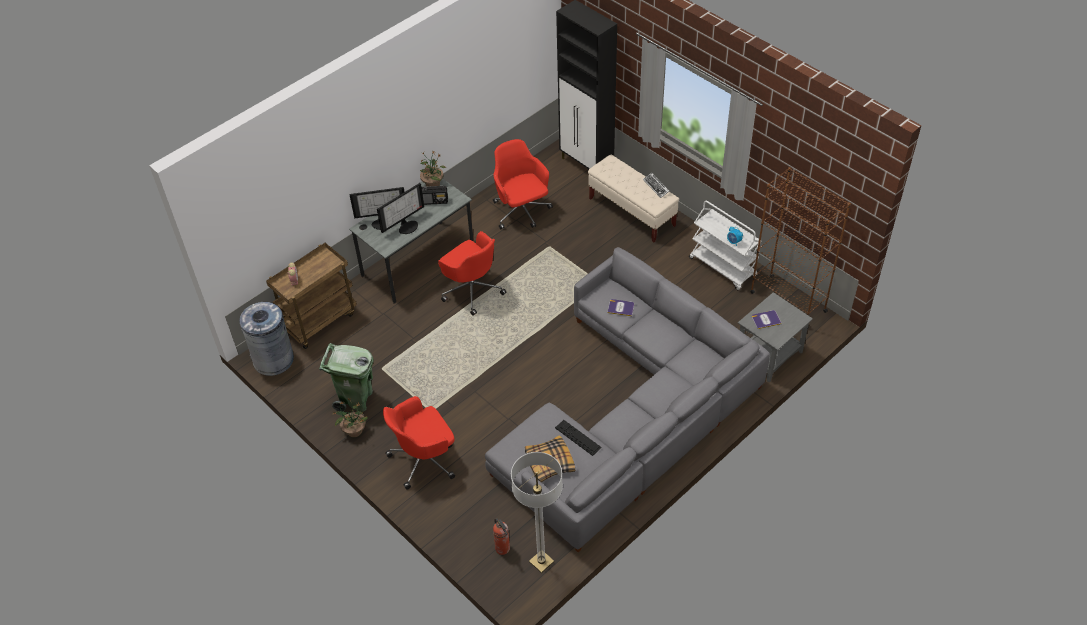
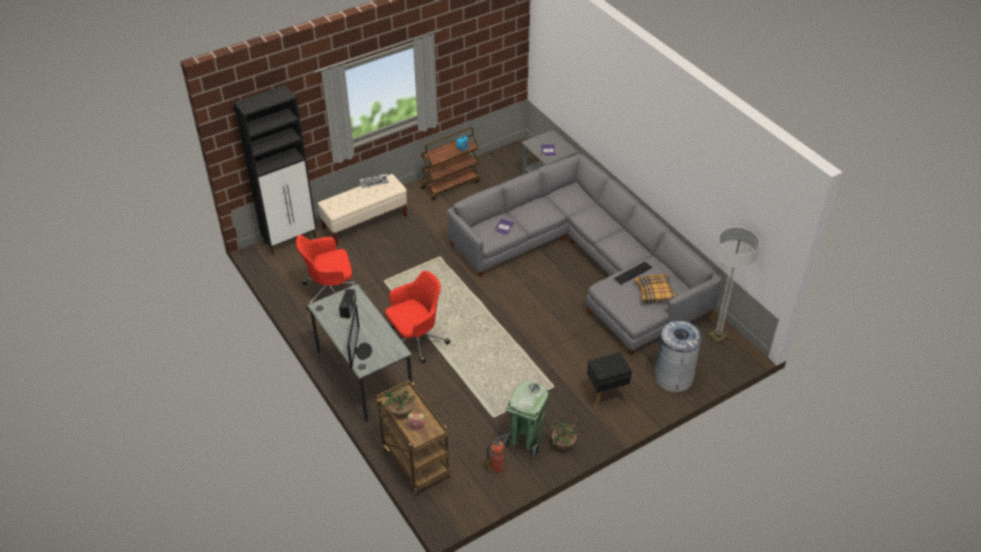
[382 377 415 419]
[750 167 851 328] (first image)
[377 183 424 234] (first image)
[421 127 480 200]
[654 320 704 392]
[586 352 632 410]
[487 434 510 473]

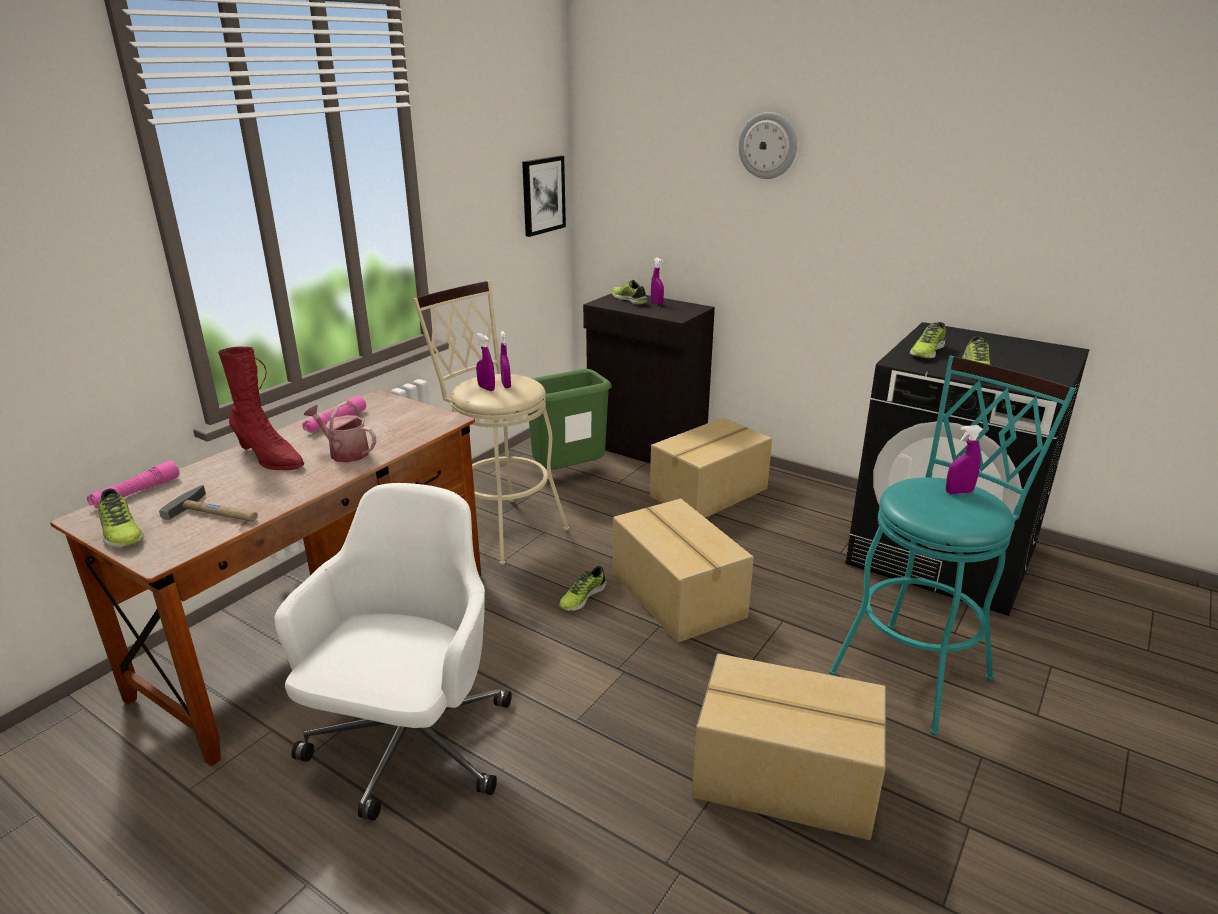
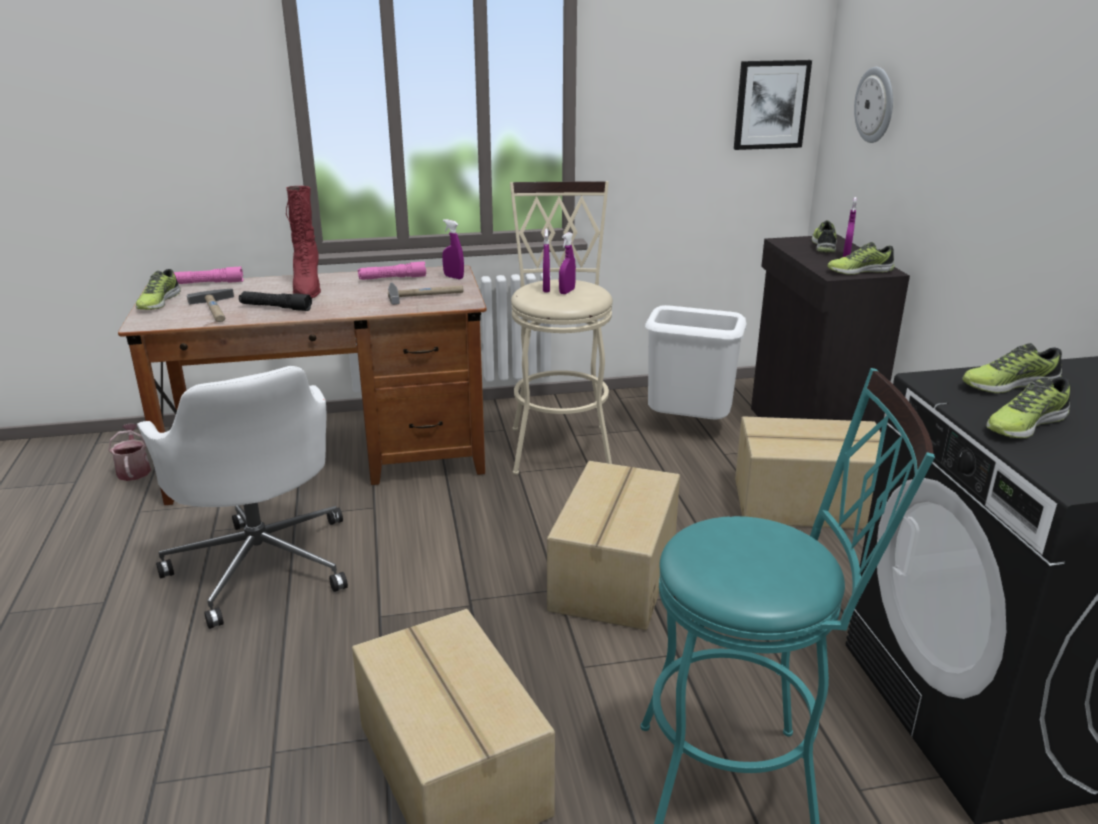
[854 67 893 143]
[645 305 747 419]
[108 424 151 481]
[442 219 464 279]
[137 366 348 629]
[828 242 894 275]
[388 282 464 305]
[239 291 312 311]

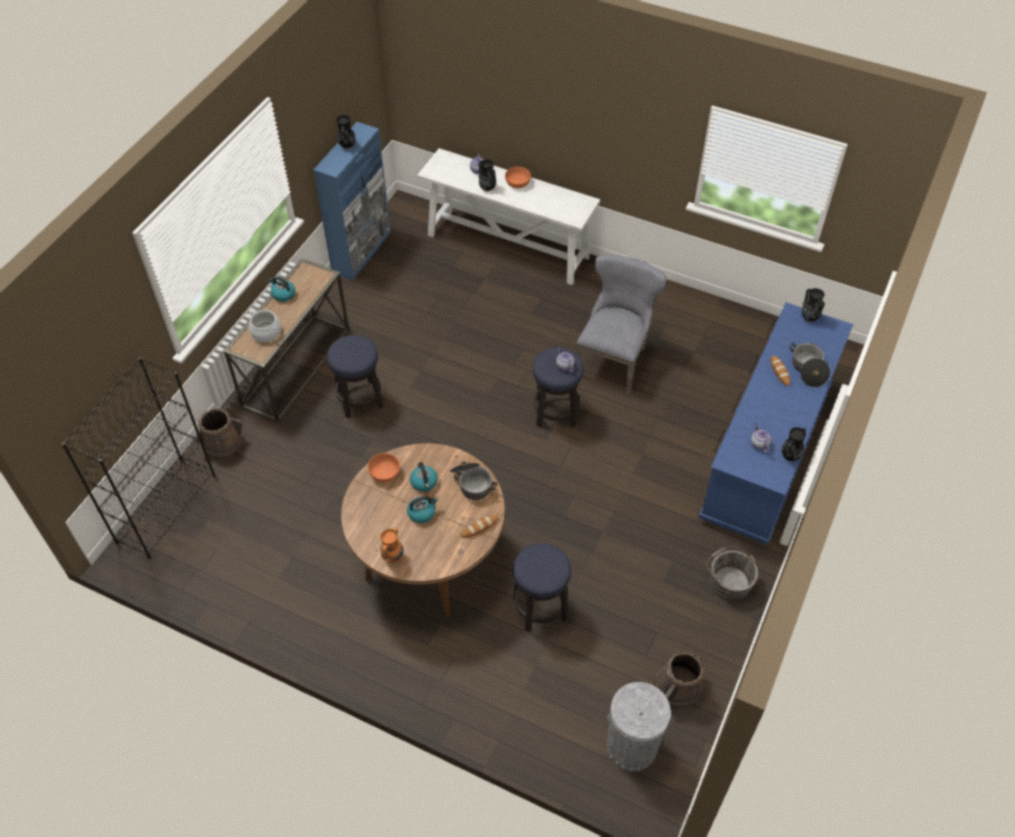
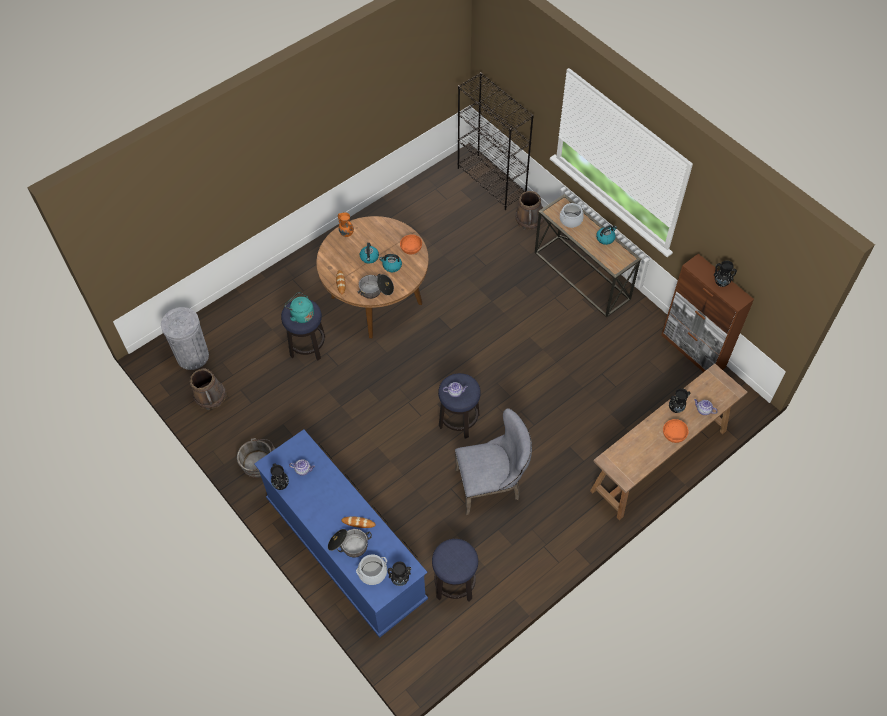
[661 254 754 372]
[590 364 747 520]
[455 408 532 515]
[432 539 478 602]
[284 292 314 323]
[356 554 387 585]

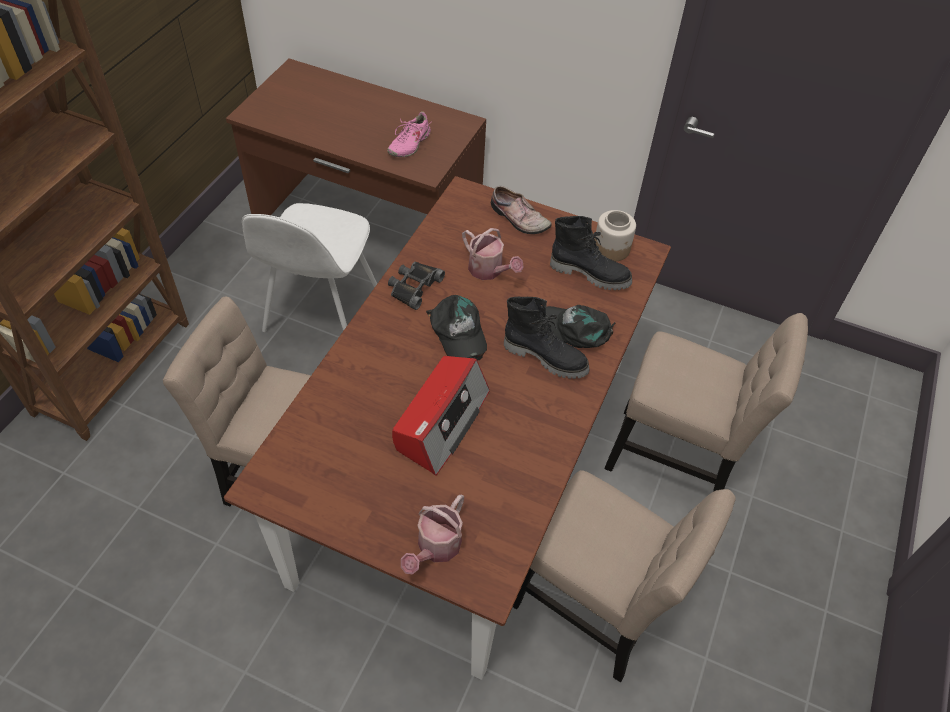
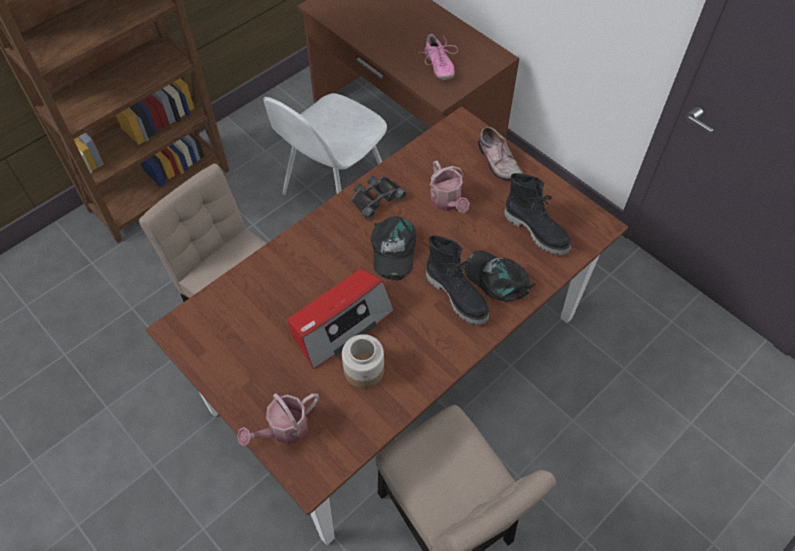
[418 34 458 81]
[342 334 384 388]
[604 313 808 491] (first image)

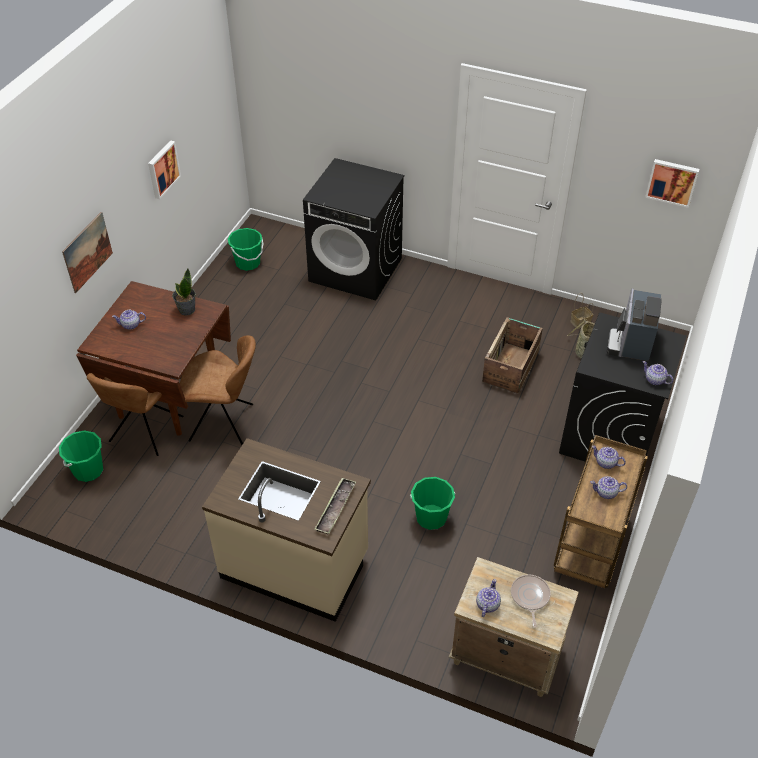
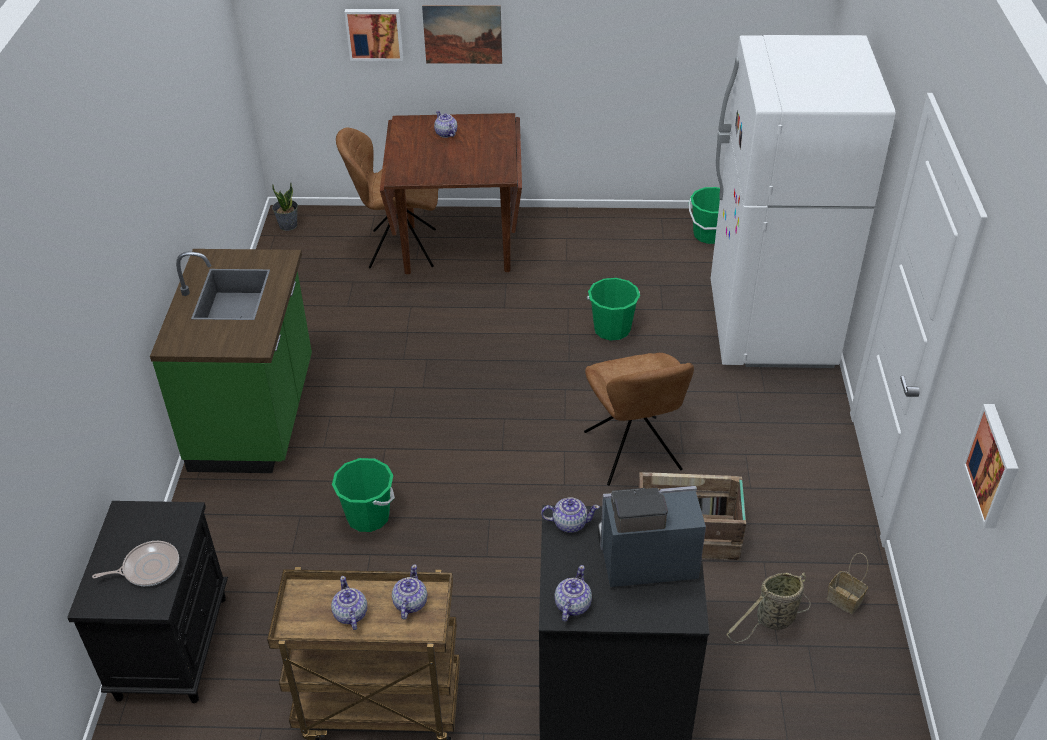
[344 9 403 61]
[711 35 895 368]
[272 183 298 231]
[584 353 694 486]
[587 278 640 341]
[150 249 312 473]
[315 478 356 535] (first image)
[67 501 228 703]
[541 497 600 533]

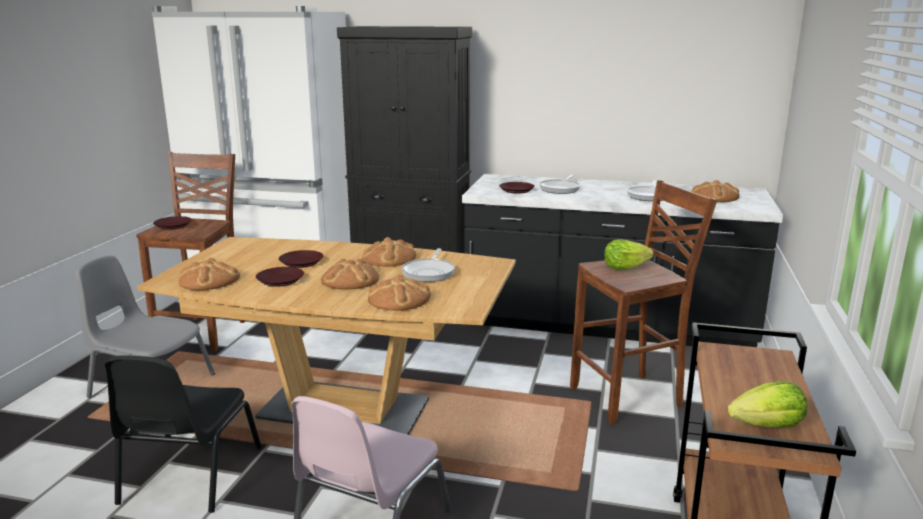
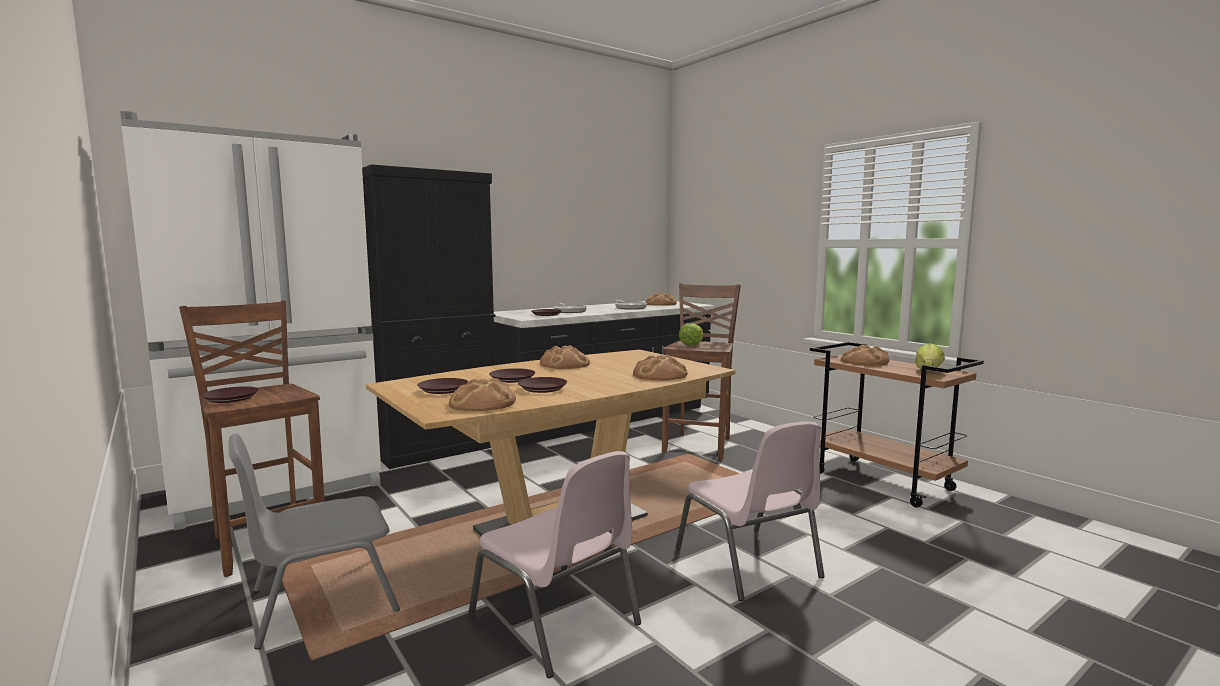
[402 248 455 282] (first image)
[841 345 889 365]
[468 451 641 678]
[417 378 468 394]

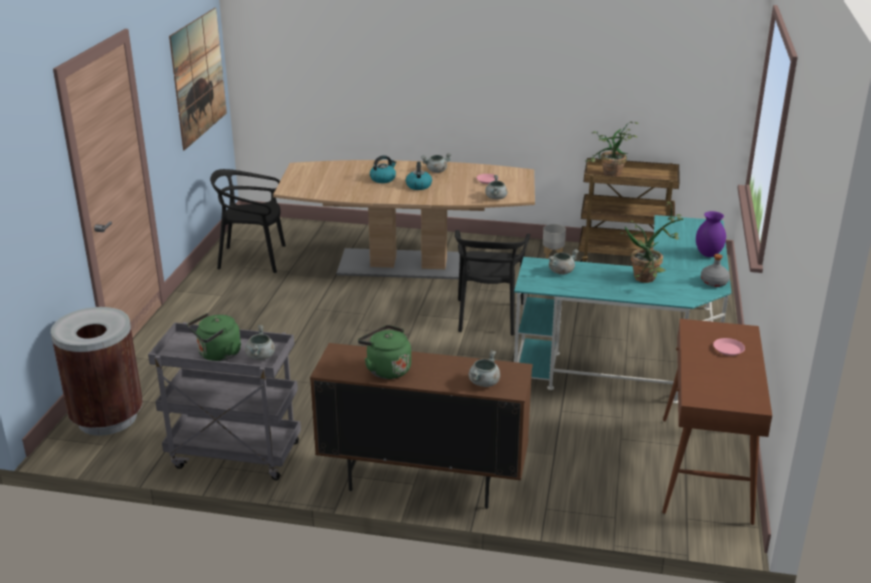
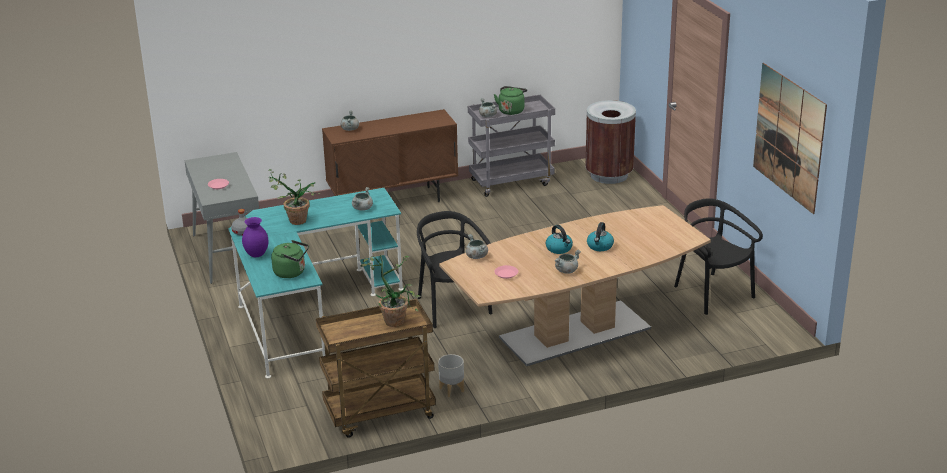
[674 198 763 315]
[184 152 259 284]
[271 240 309 278]

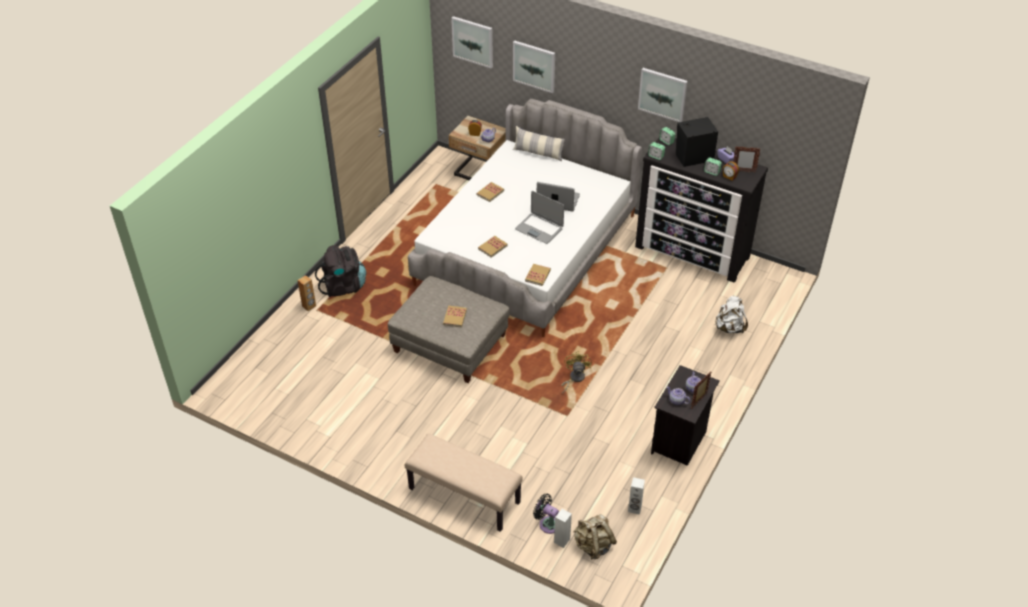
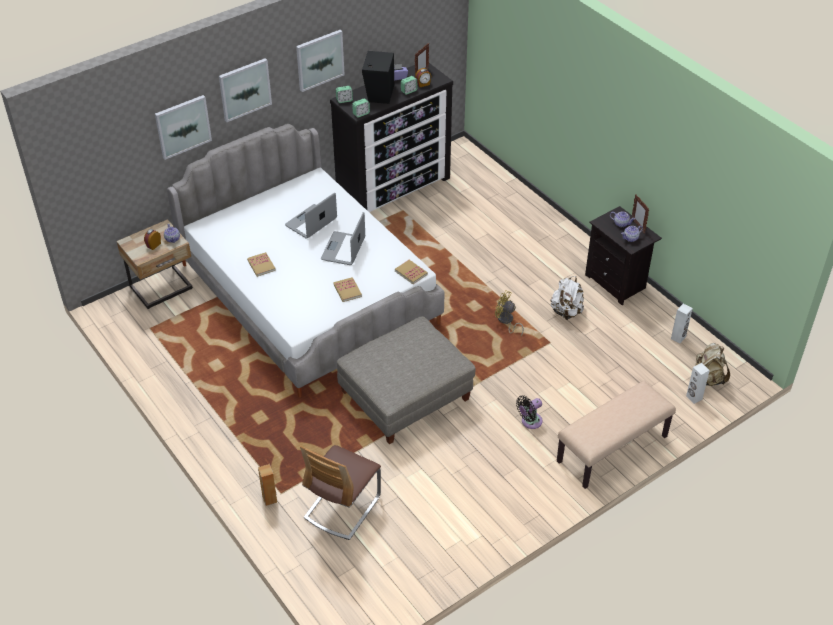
[219 58 272 122]
[513 126 565 161] (first image)
[321 212 365 265]
[315 245 366 297] (first image)
[551 276 584 320]
[443 306 467 328] (first image)
[516 396 543 429]
[300 445 381 540]

